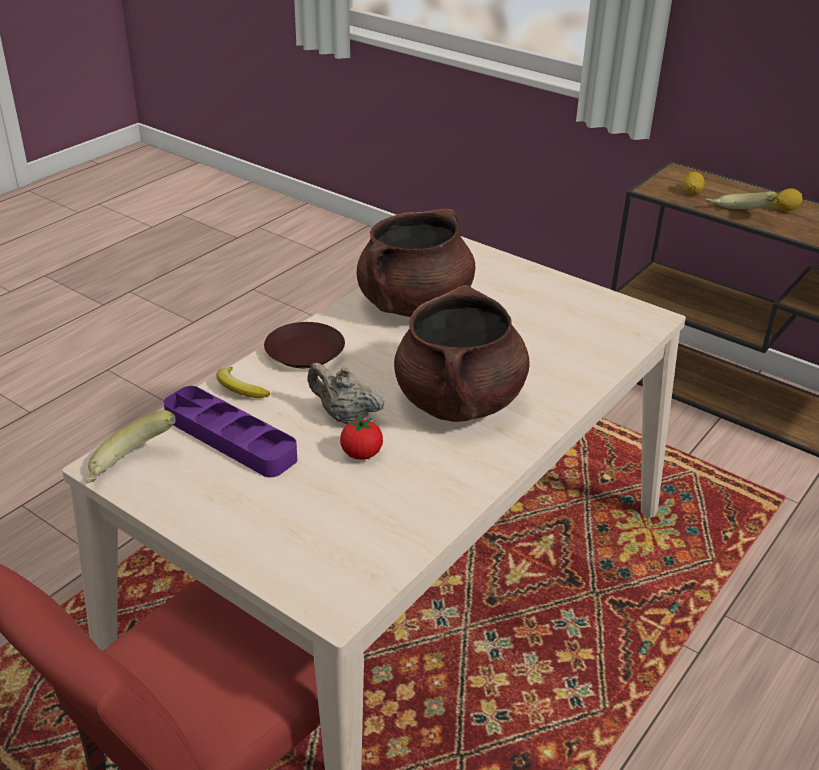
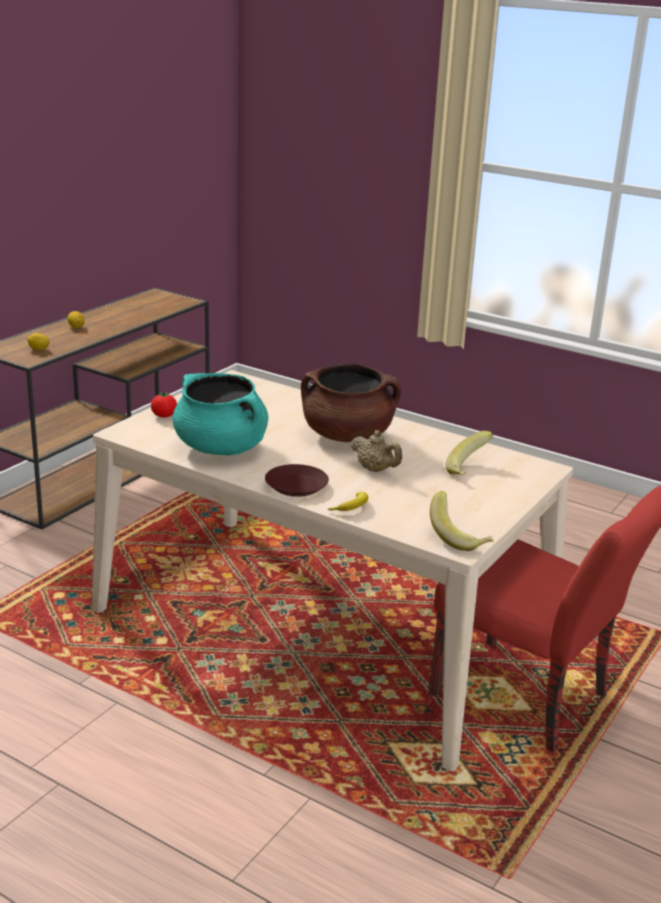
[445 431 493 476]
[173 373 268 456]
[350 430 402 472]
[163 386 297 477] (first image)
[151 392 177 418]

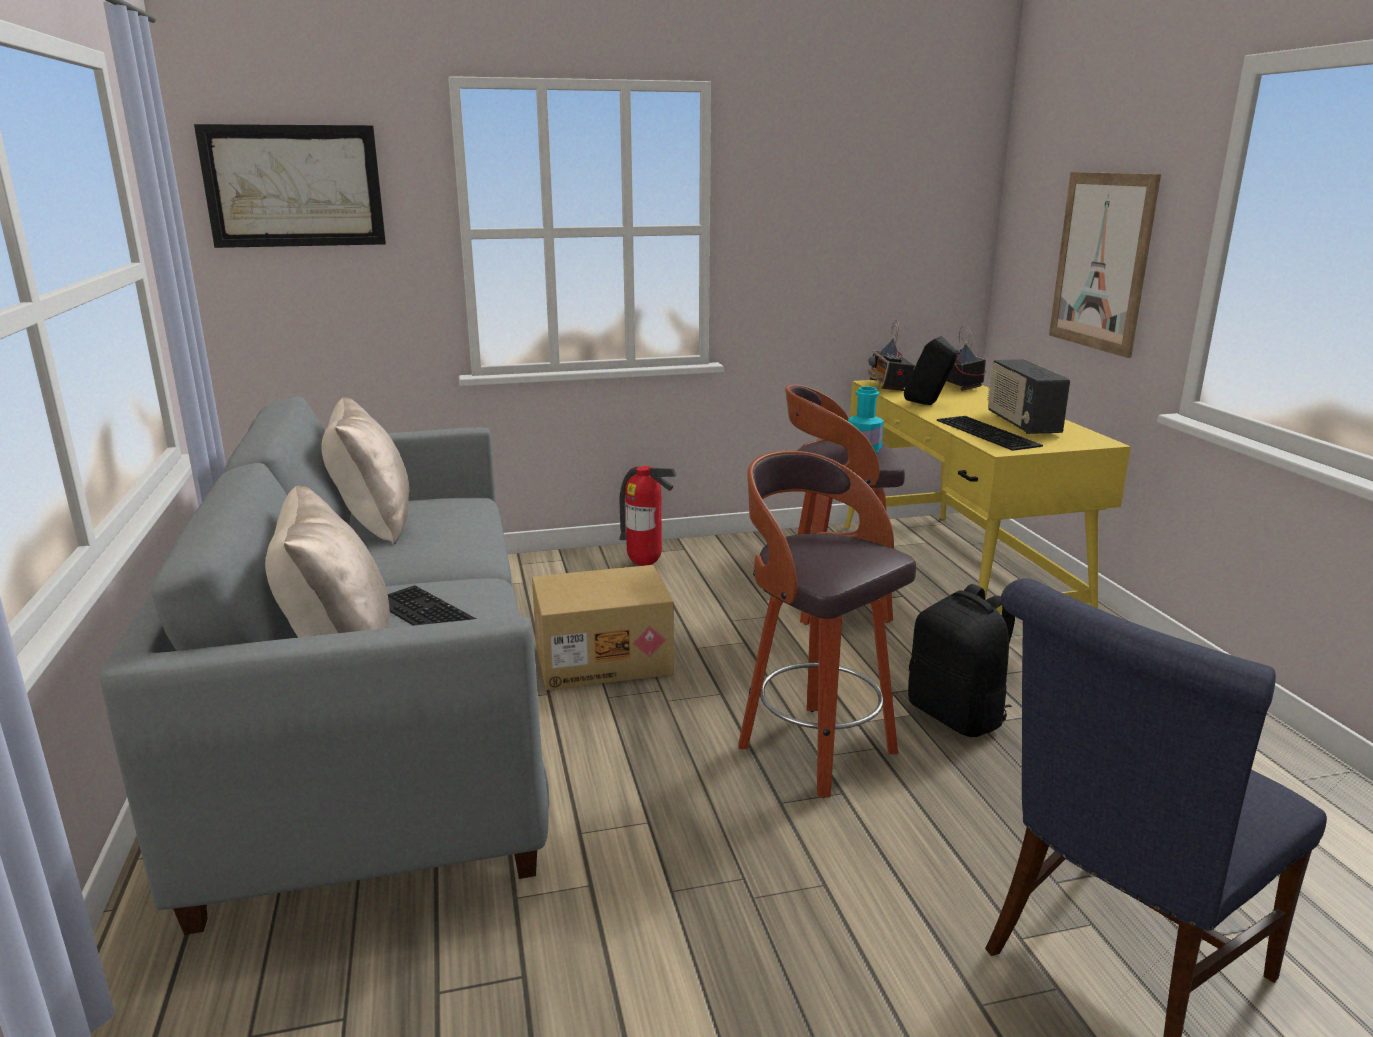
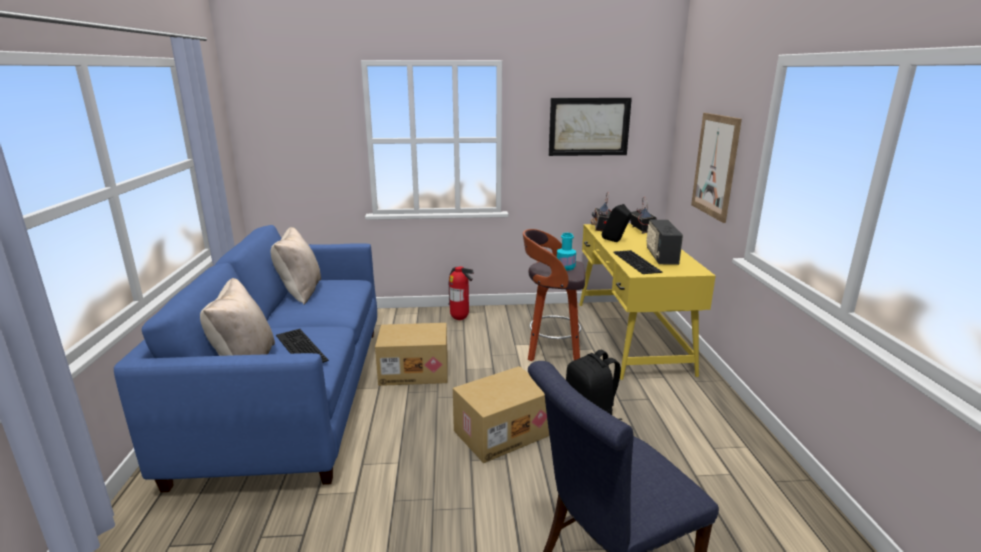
[549 98 632 156]
[114 225 377 492]
[453 366 549 463]

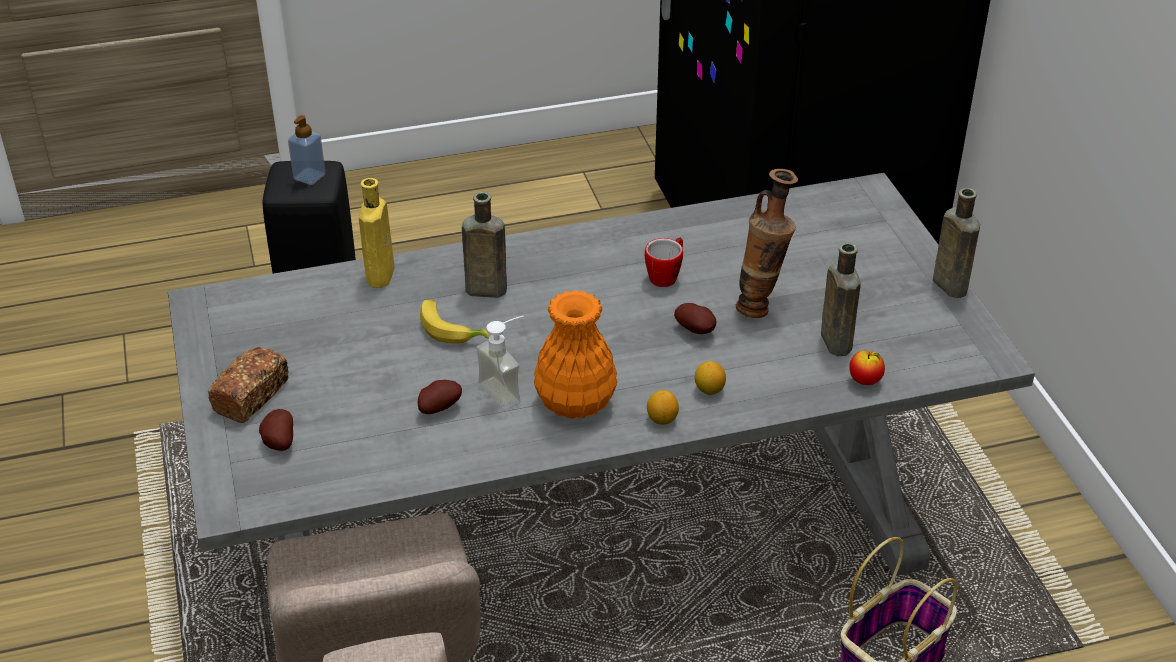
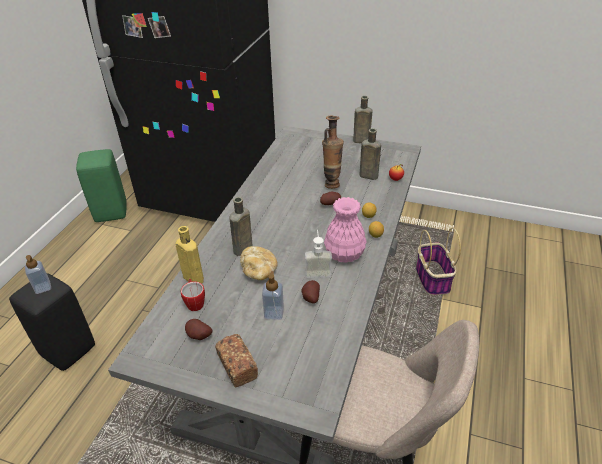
[181 279 205 311]
[324 197 366 263]
[240 246 278 280]
[185 319 213 340]
[76 149 127 222]
[262 271 284 320]

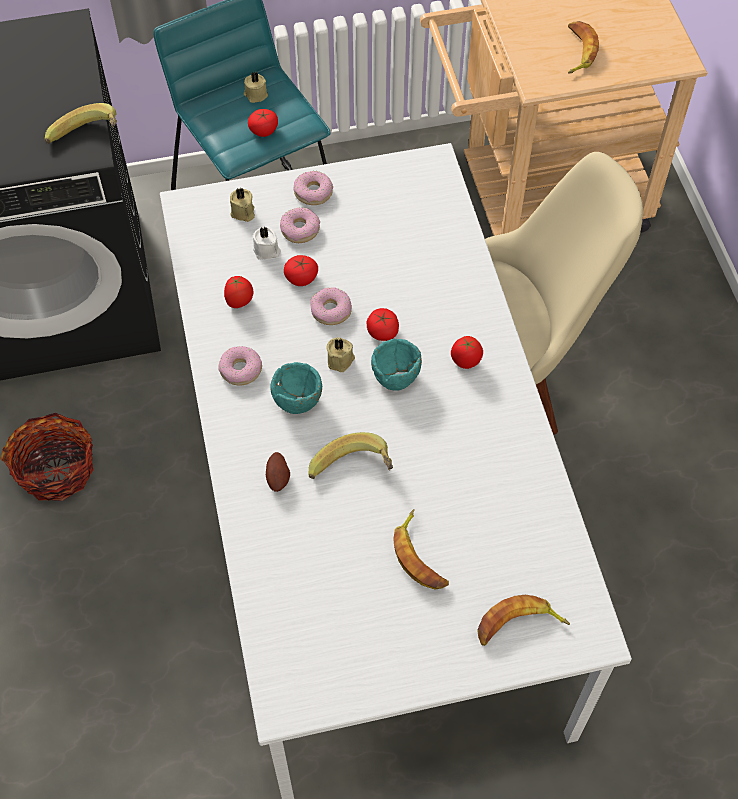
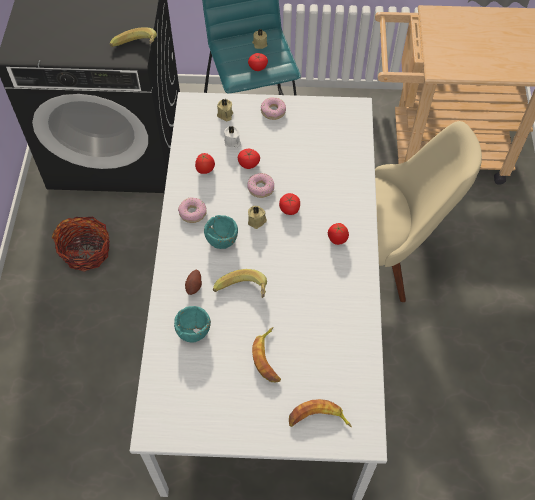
[568 21 599 74] (first image)
[280 207 320 243] (first image)
[174 306 211 343]

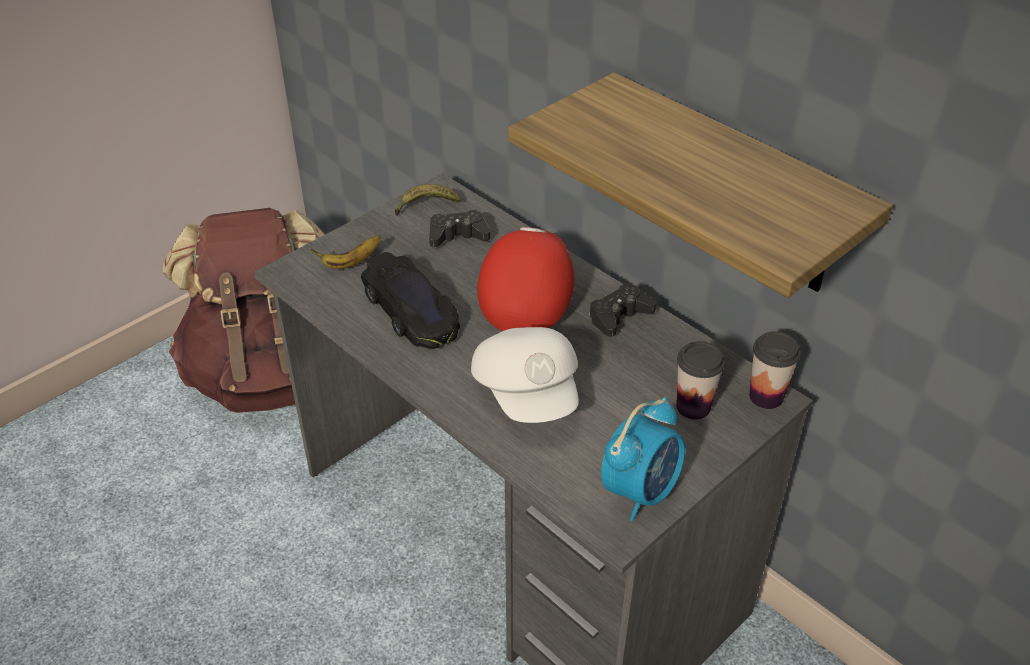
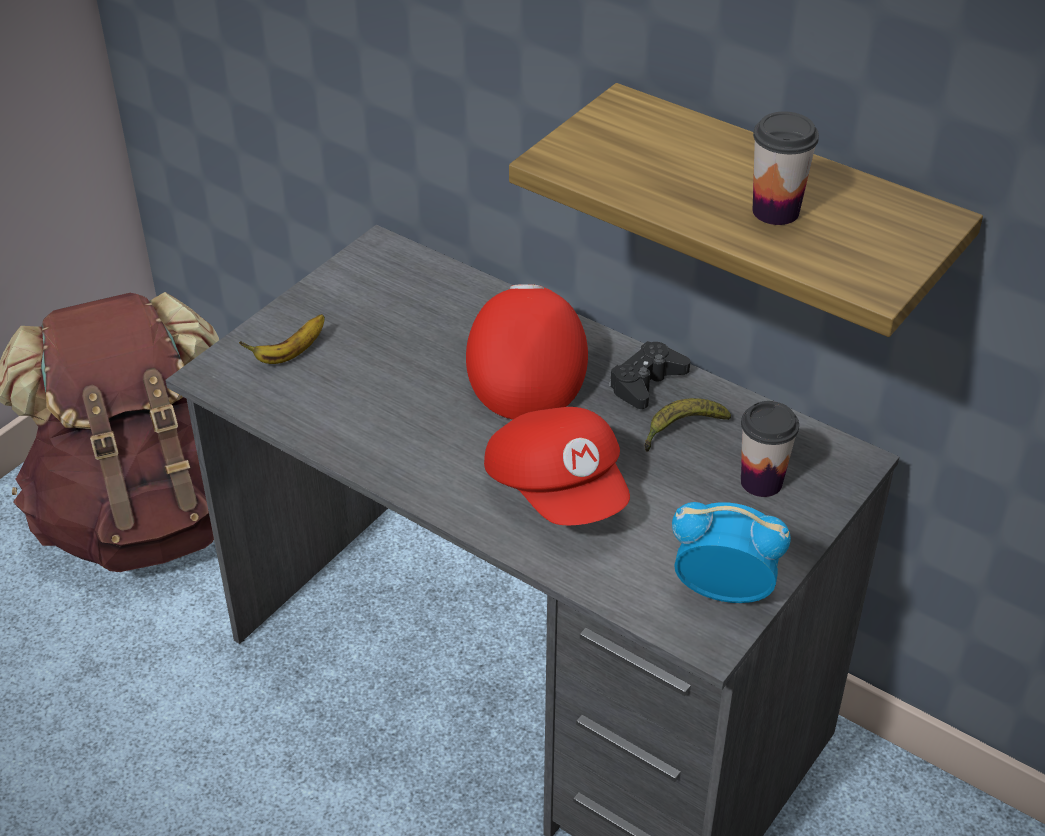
[644 398 731 452]
[429 210 490 247] (first image)
[361 252 460 349] (first image)
[484 407 630 525]
[753 112 819 225]
[672 502 791 603]

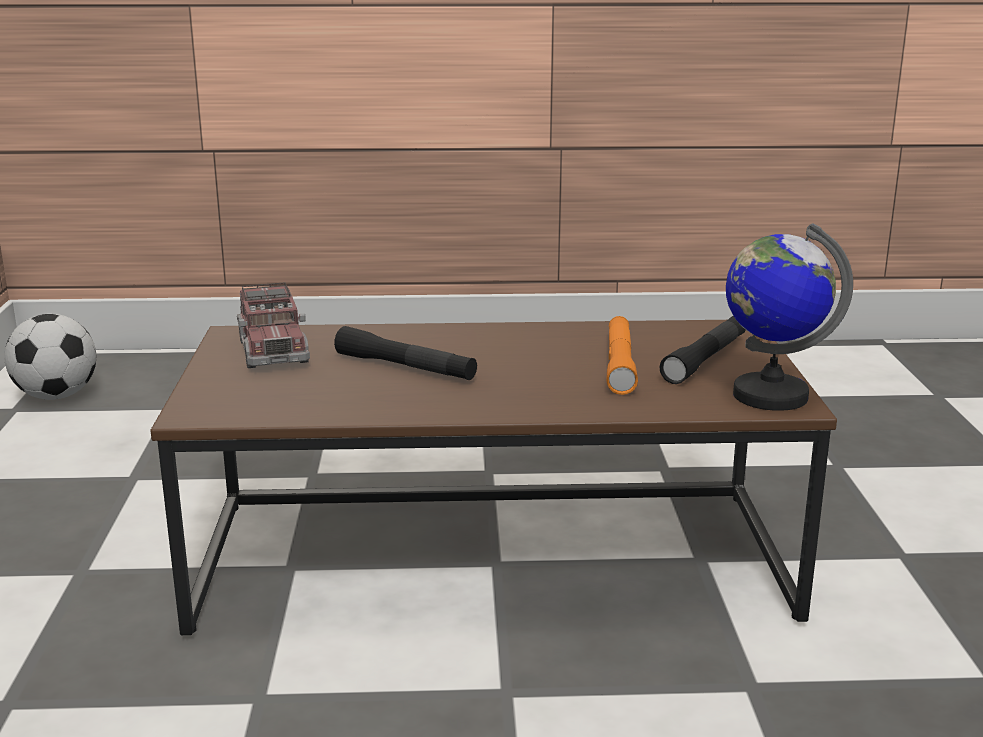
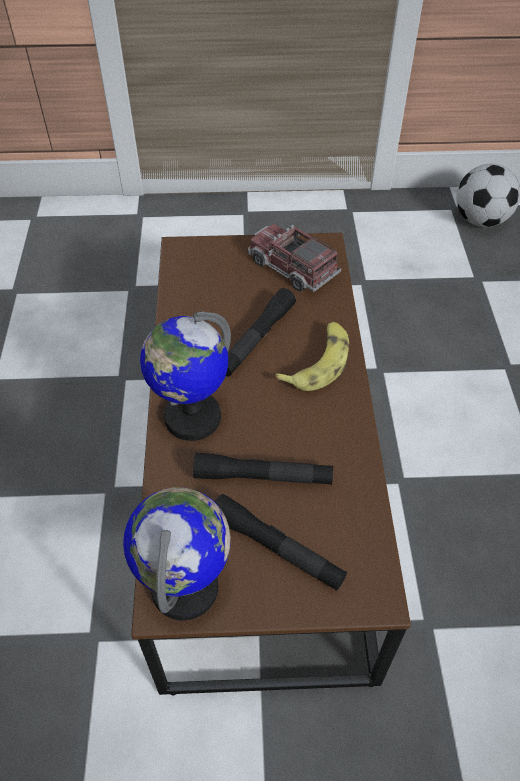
[248 224 341 292]
[193 452 333 485]
[140 311 231 441]
[275 322 349 391]

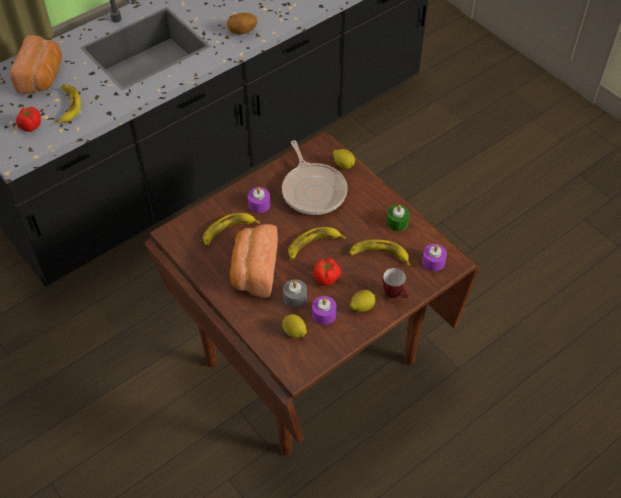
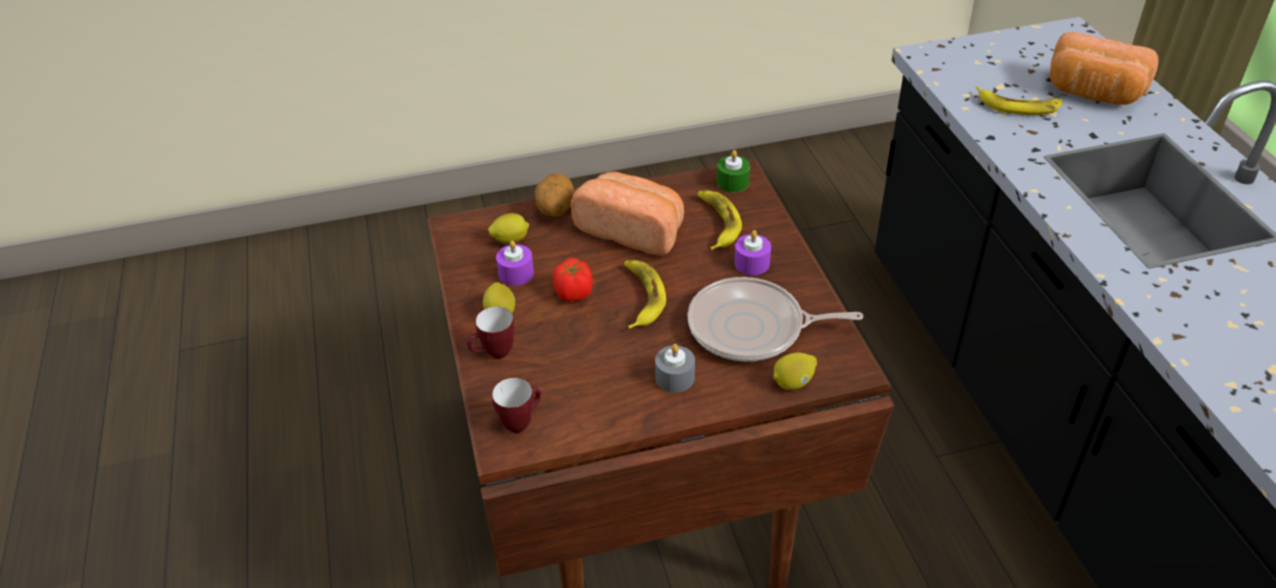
[535 173 574 217]
[16 107 41 132] (first image)
[717 150 750 192]
[349 240 410 266] (first image)
[492 378 541 433]
[655 344 695 393]

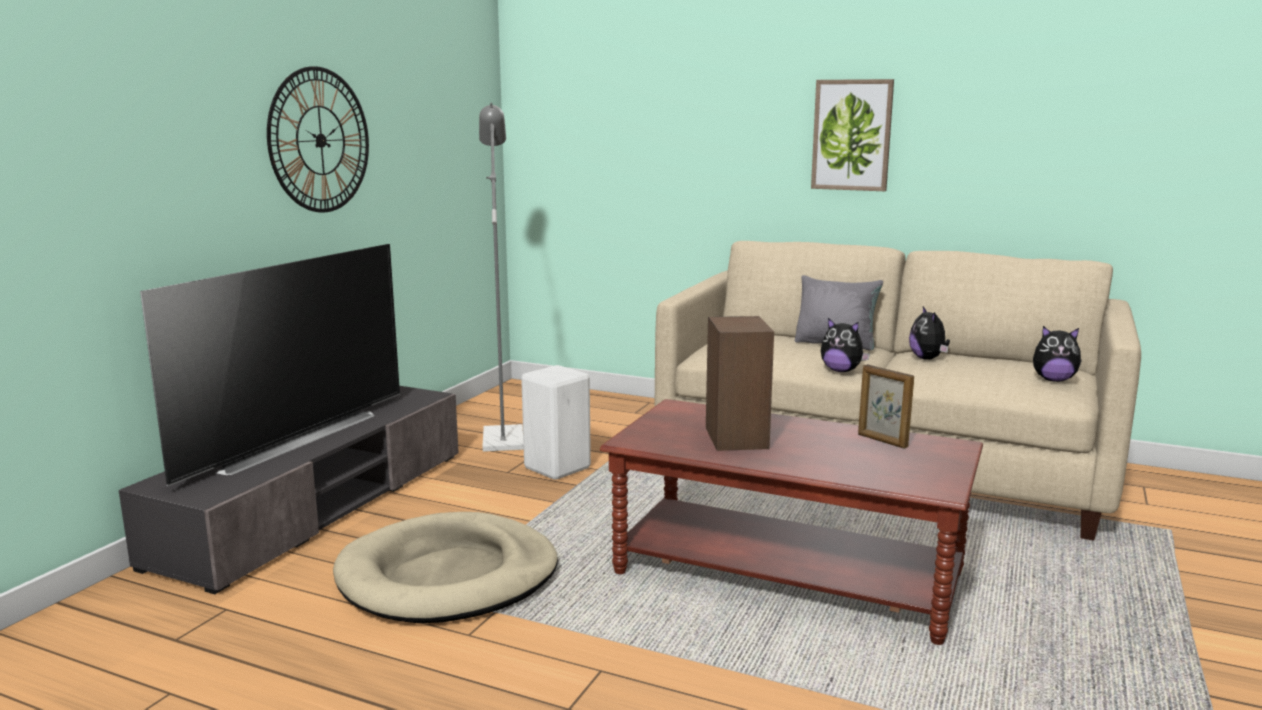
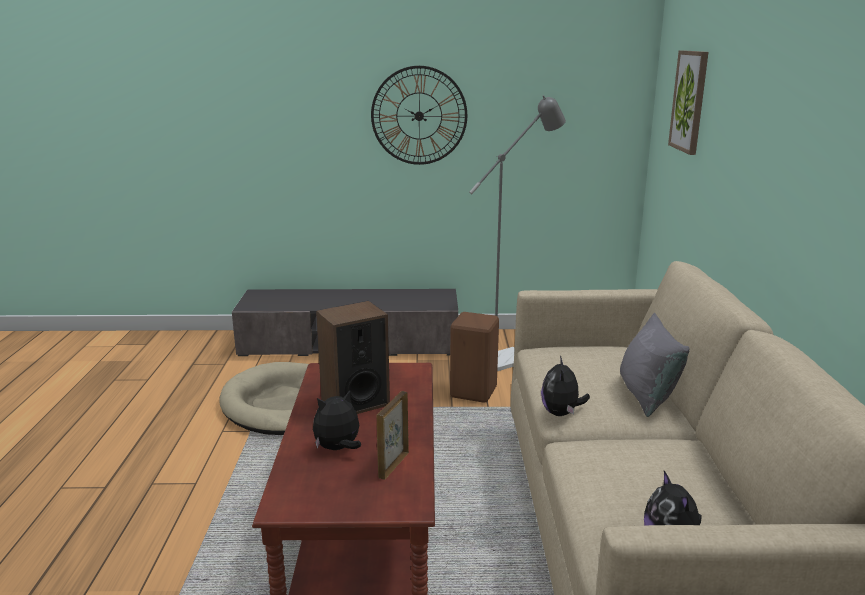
[668 51 709 155]
[140 244 400 486] (first image)
[313 390 361 450]
[450 312 499 403]

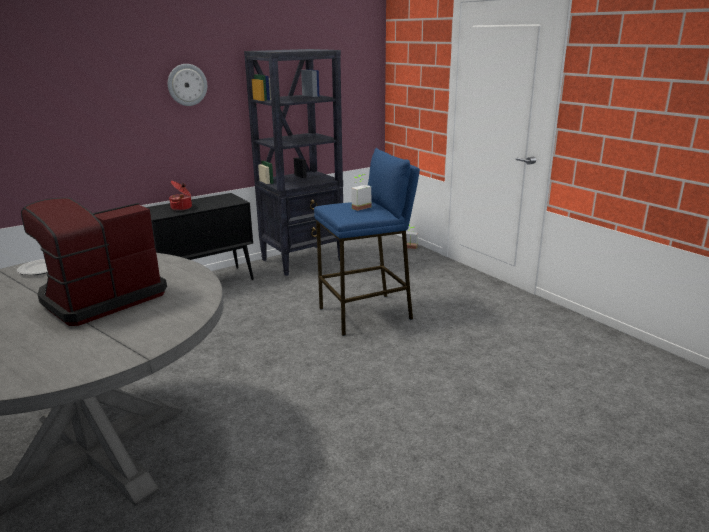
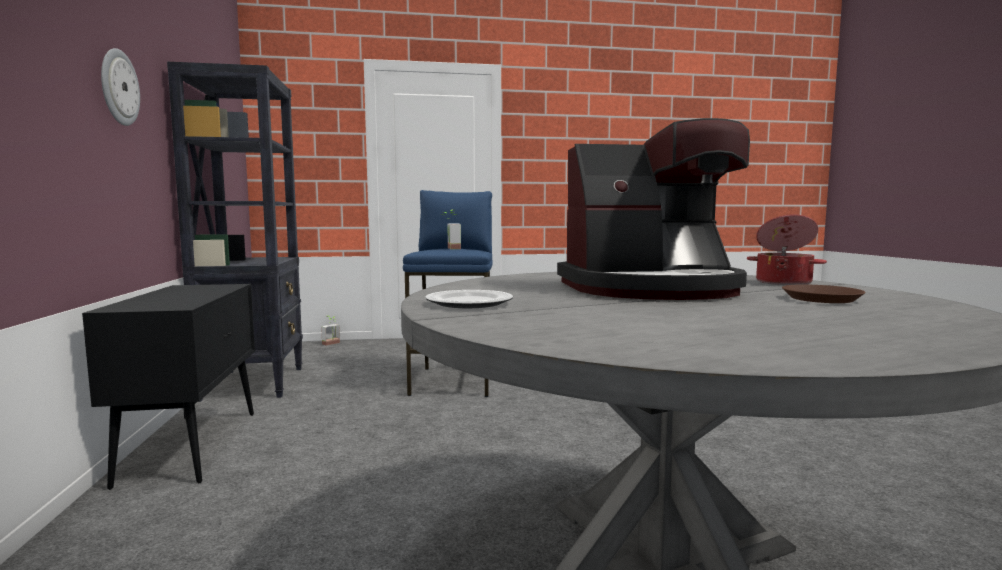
[747 214 827 285]
[557 118 750 300]
[782 285 865 303]

